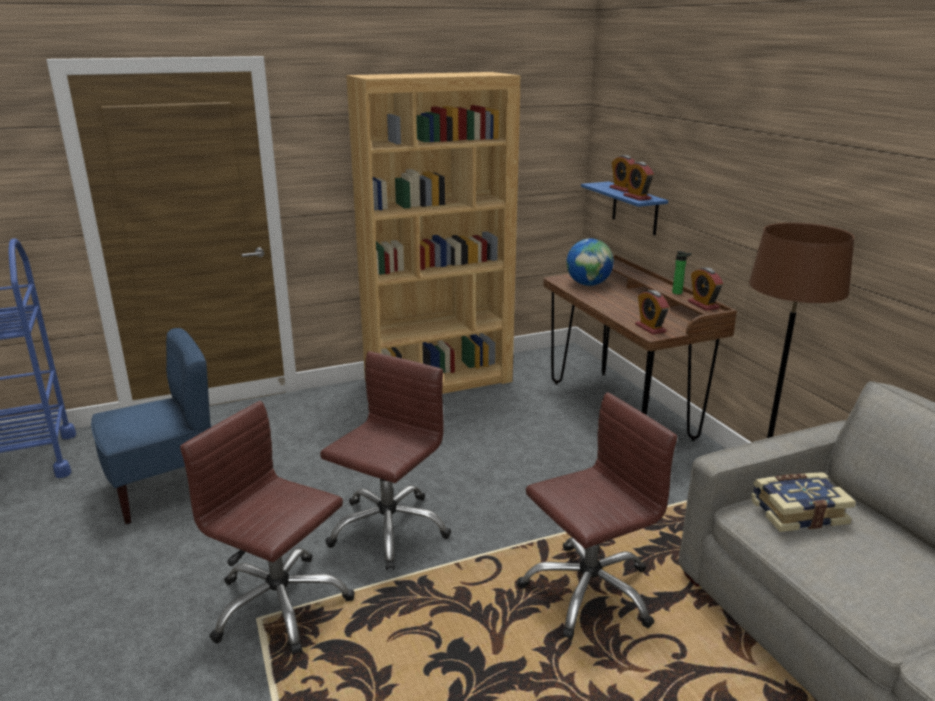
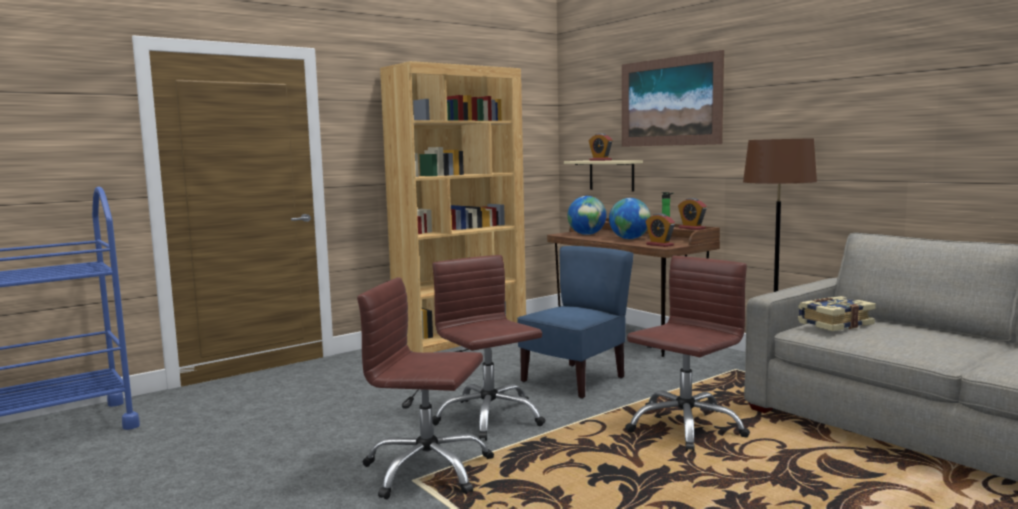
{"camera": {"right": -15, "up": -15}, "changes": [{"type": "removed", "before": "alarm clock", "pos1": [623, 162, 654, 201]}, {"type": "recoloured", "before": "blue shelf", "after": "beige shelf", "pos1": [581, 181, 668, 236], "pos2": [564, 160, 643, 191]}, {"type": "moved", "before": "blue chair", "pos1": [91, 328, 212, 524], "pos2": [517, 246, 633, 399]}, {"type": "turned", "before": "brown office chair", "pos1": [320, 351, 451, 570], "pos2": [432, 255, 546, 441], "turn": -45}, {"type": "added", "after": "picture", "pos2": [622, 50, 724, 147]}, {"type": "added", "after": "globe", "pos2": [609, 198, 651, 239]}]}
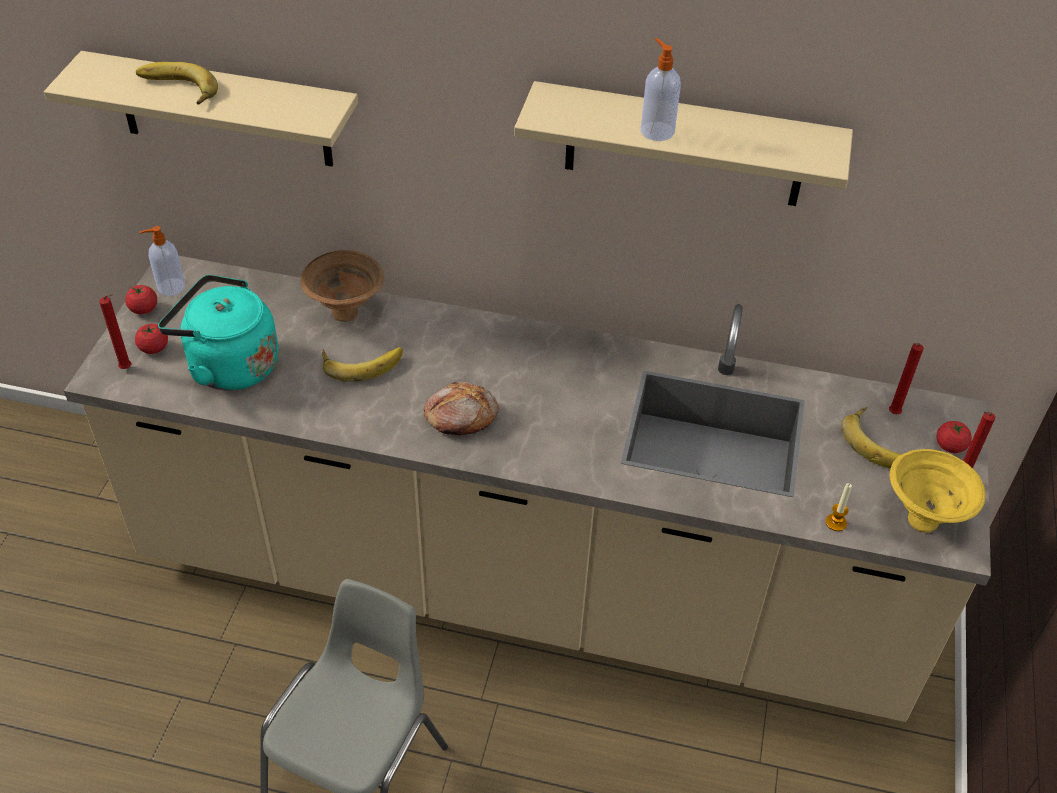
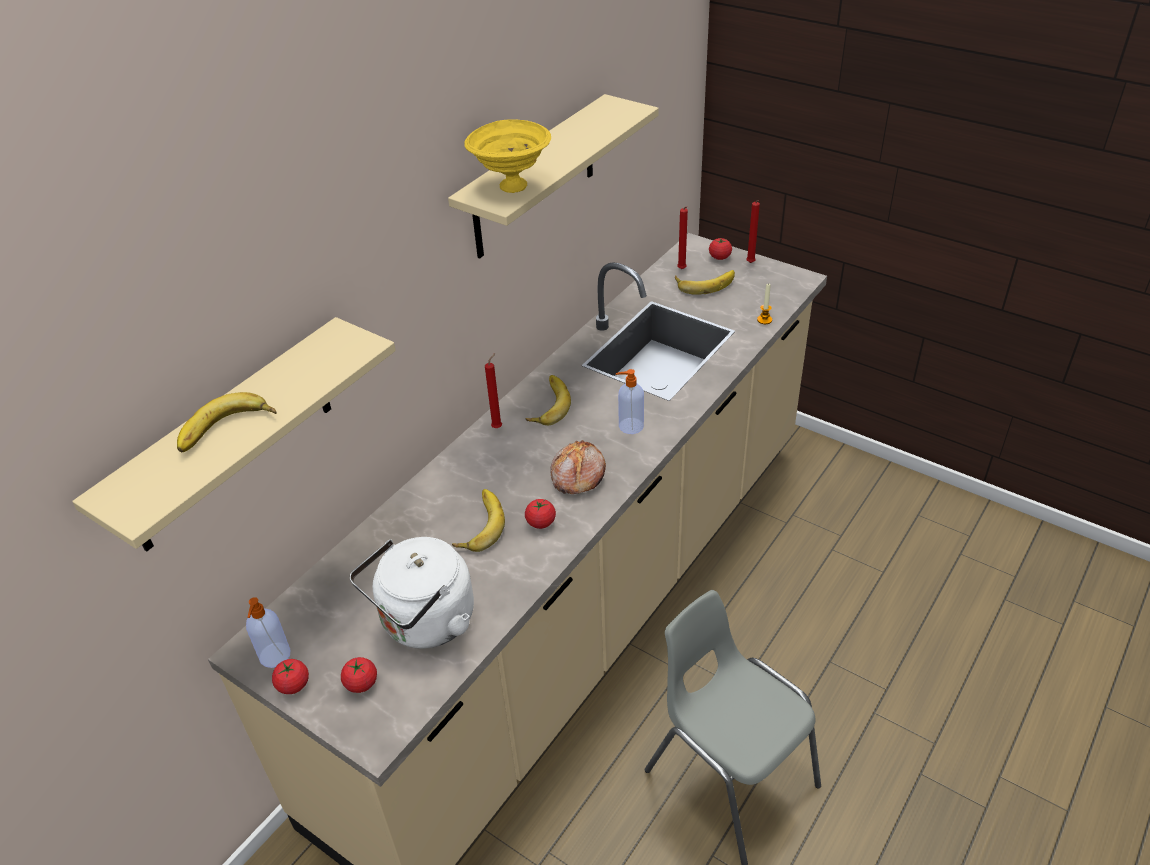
{"camera": {"right": -65, "up": -5}, "changes": [{"type": "moved", "before": "soap dispenser", "pos1": [641, 38, 681, 141], "pos2": [616, 369, 644, 434]}, {"type": "removed", "before": "brown bowl", "pos1": [300, 250, 384, 322]}, {"type": "recoloured", "before": "turquoise kettle", "after": "white kettle", "pos1": [158, 274, 279, 391], "pos2": [350, 537, 474, 648]}, {"type": "moved", "before": "red candle", "pos1": [99, 294, 131, 369], "pos2": [485, 353, 502, 428]}, {"type": "moved", "before": "yellow bowl", "pos1": [890, 449, 985, 532], "pos2": [464, 119, 551, 193]}, {"type": "added", "after": "banana", "pos2": [525, 375, 571, 425]}, {"type": "added", "after": "tomato", "pos2": [525, 499, 556, 529]}]}
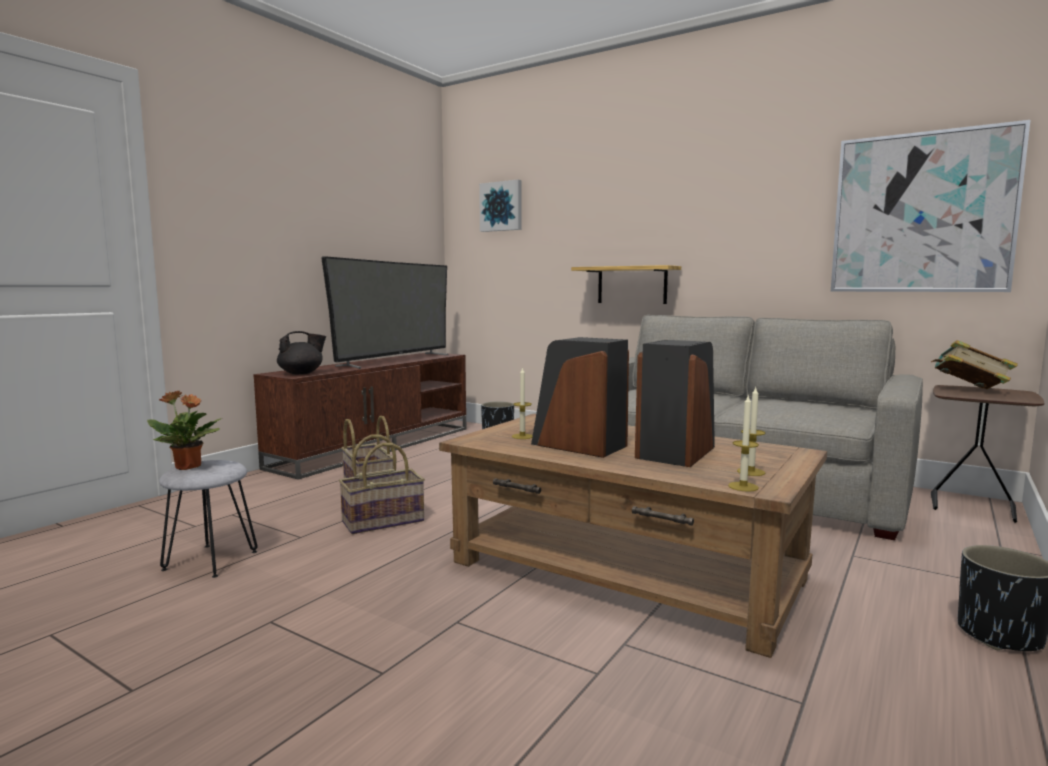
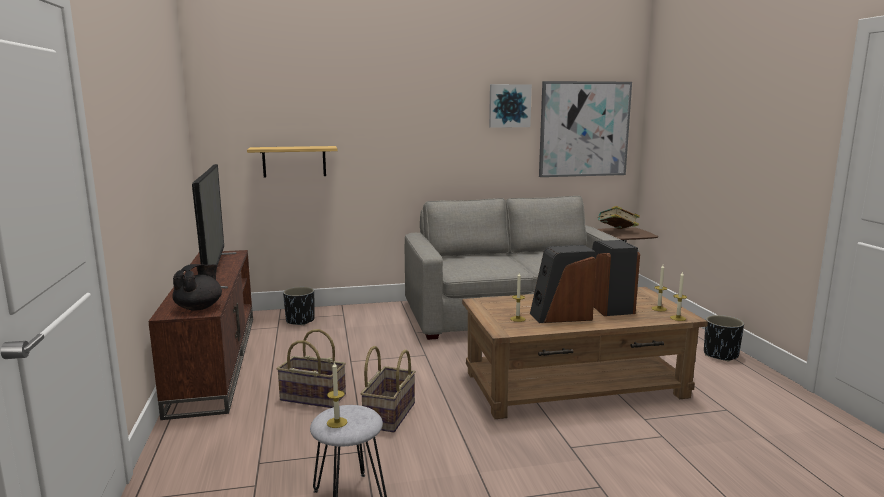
{"camera": {"right": -45, "up": 5}, "changes": [{"type": "moved", "before": "picture", "pos1": [479, 179, 522, 232], "pos2": [489, 84, 532, 128]}, {"type": "moved", "before": "shelf", "pos1": [571, 265, 681, 304], "pos2": [247, 146, 338, 178]}, {"type": "replaced", "before": "potted plant", "after": "candle", "pos1": [147, 391, 222, 470], "pos2": [327, 362, 347, 428]}]}
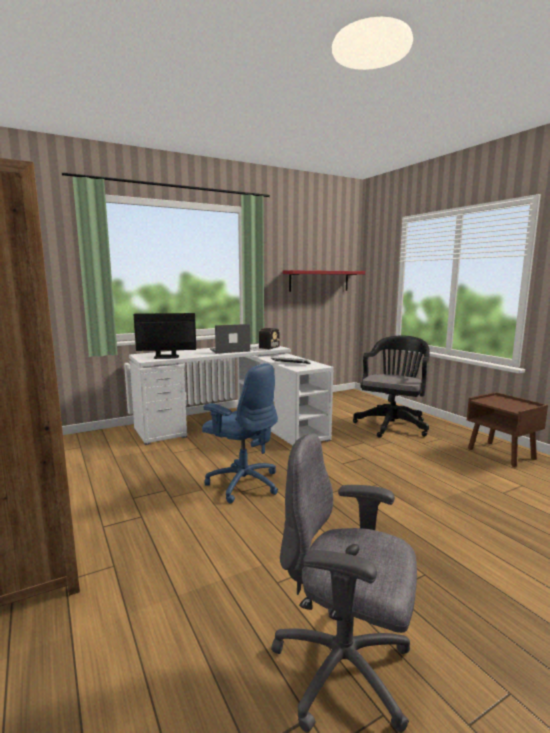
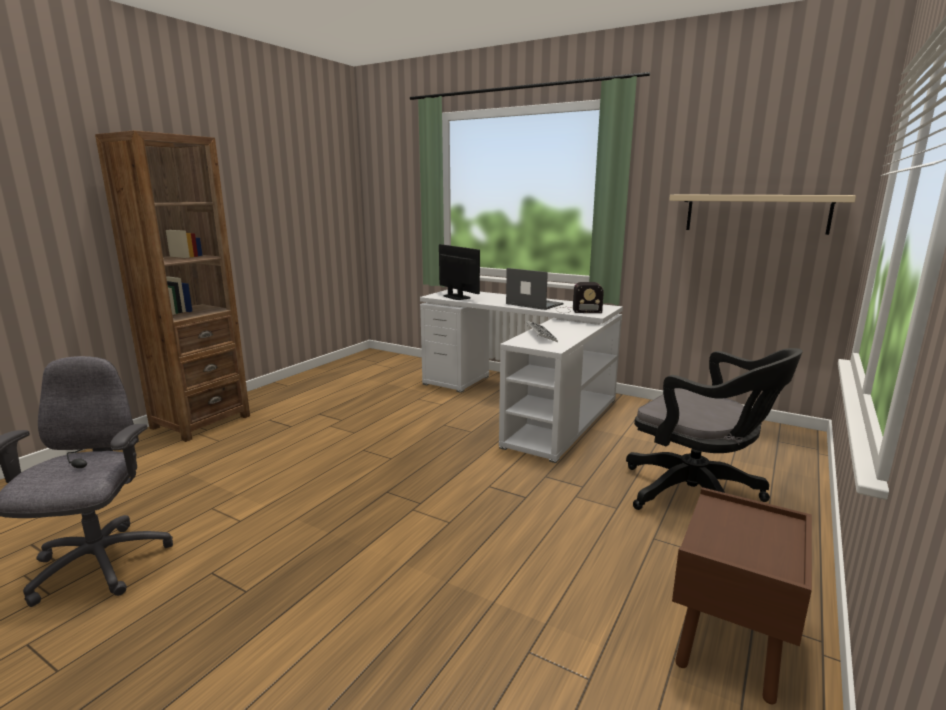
{"camera": {"right": 60, "up": 5}, "changes": [{"type": "recoloured", "before": "red shelf", "after": "beige shelf", "pos1": [283, 270, 365, 292], "pos2": [669, 195, 856, 235]}, {"type": "turned", "before": "black office chair", "pos1": [353, 335, 430, 438], "pos2": [626, 348, 803, 510], "turn": 45}, {"type": "removed", "before": "blue office chair", "pos1": [202, 363, 278, 503]}]}
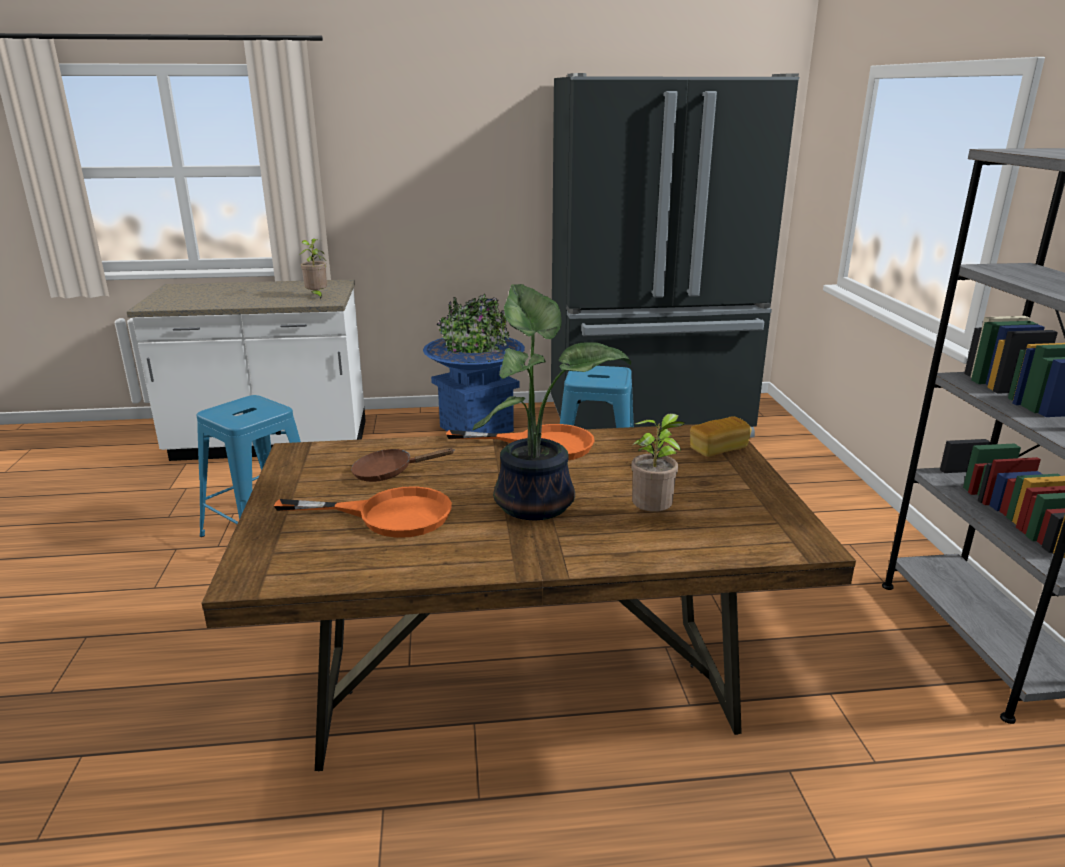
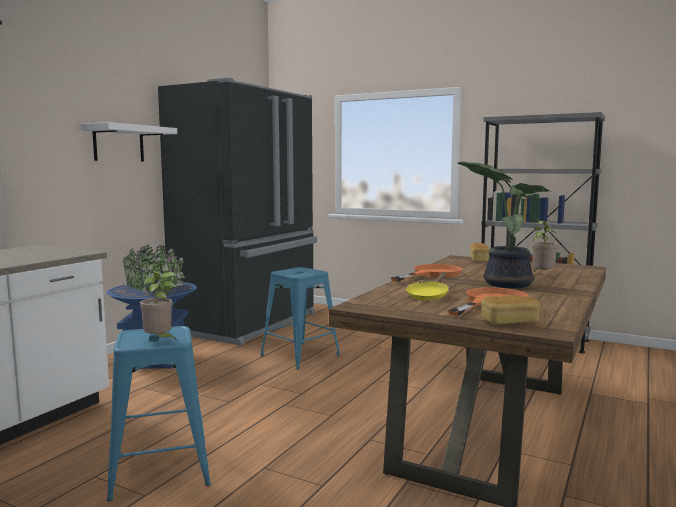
{"camera": {"right": -55, "up": -15}, "changes": [{"type": "moved", "before": "potted plant", "pos1": [299, 238, 327, 300], "pos2": [140, 271, 177, 341]}, {"type": "recoloured", "before": "brown frying pan", "after": "yellow frying pan", "pos1": [351, 448, 455, 482], "pos2": [406, 272, 449, 301]}, {"type": "added", "after": "white shelf", "pos2": [81, 122, 177, 161]}, {"type": "added", "after": "bread", "pos2": [481, 295, 540, 325]}]}
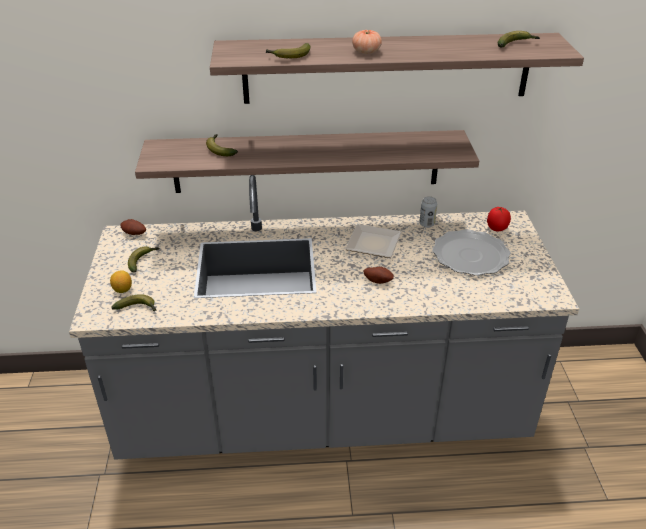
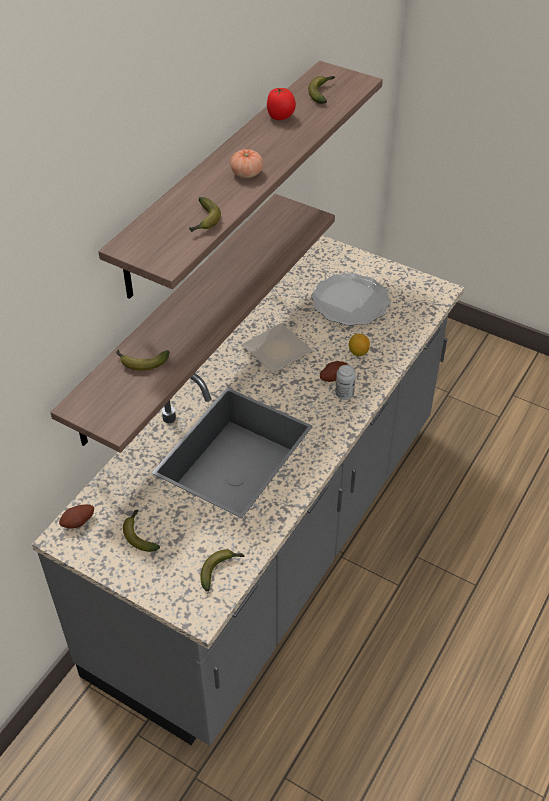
{"camera": {"right": -55, "up": 10}, "changes": [{"type": "moved", "before": "can", "pos1": [419, 196, 437, 228], "pos2": [335, 365, 356, 400]}, {"type": "moved", "before": "tomato", "pos1": [487, 207, 511, 231], "pos2": [267, 87, 296, 120]}, {"type": "moved", "before": "lemon", "pos1": [110, 270, 132, 293], "pos2": [349, 334, 370, 356]}]}
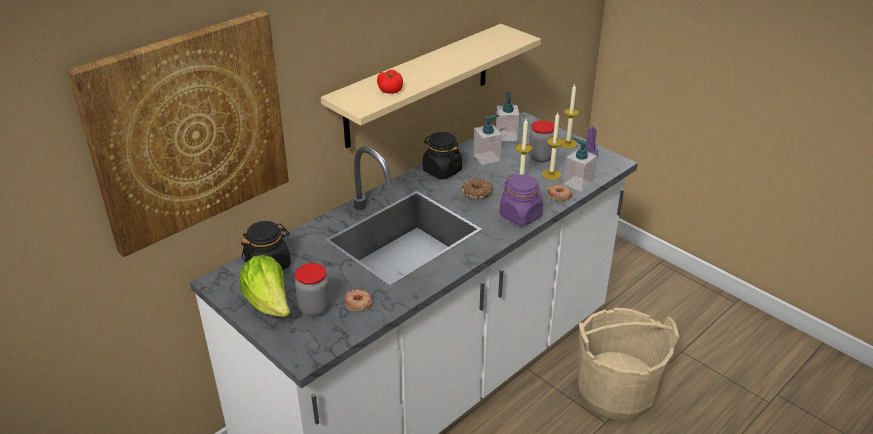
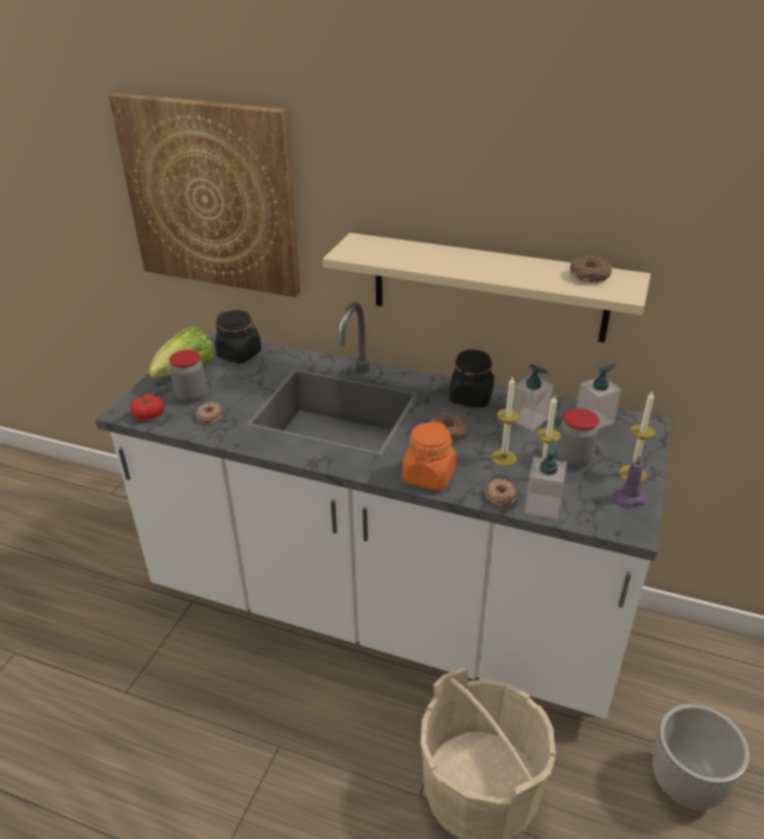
{"camera": {"right": 65, "up": 0}, "changes": [{"type": "moved", "before": "tomato", "pos1": [377, 70, 403, 94], "pos2": [130, 394, 164, 420]}, {"type": "recoloured", "before": "purple jar", "after": "orange jar", "pos1": [500, 174, 543, 226], "pos2": [402, 420, 456, 490]}, {"type": "added", "after": "donut", "pos2": [570, 256, 612, 282]}, {"type": "added", "after": "grey planter", "pos2": [653, 704, 750, 810]}]}
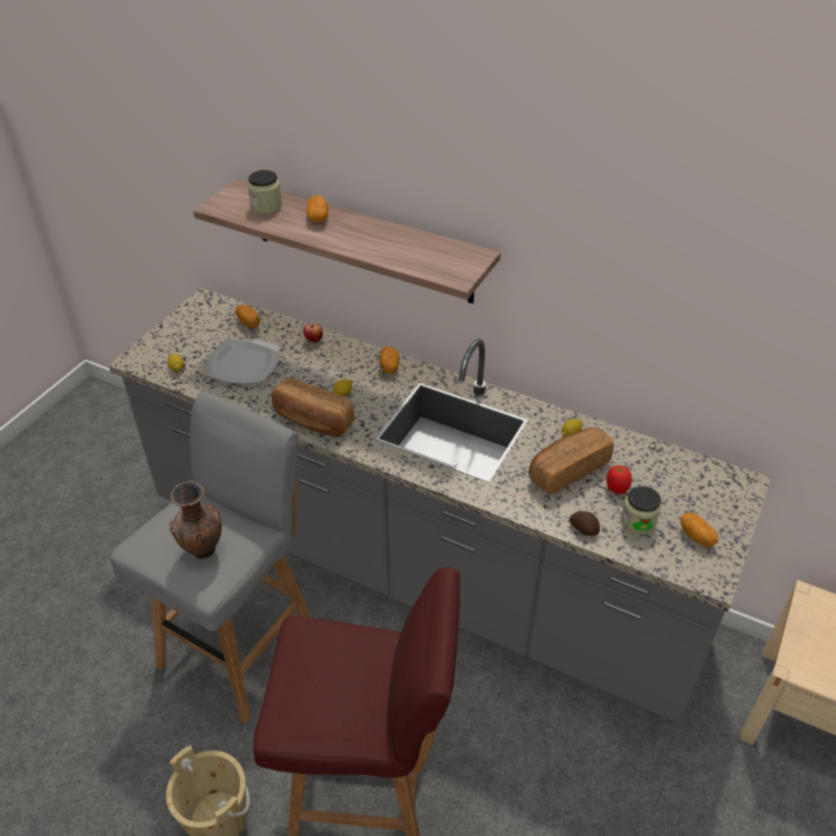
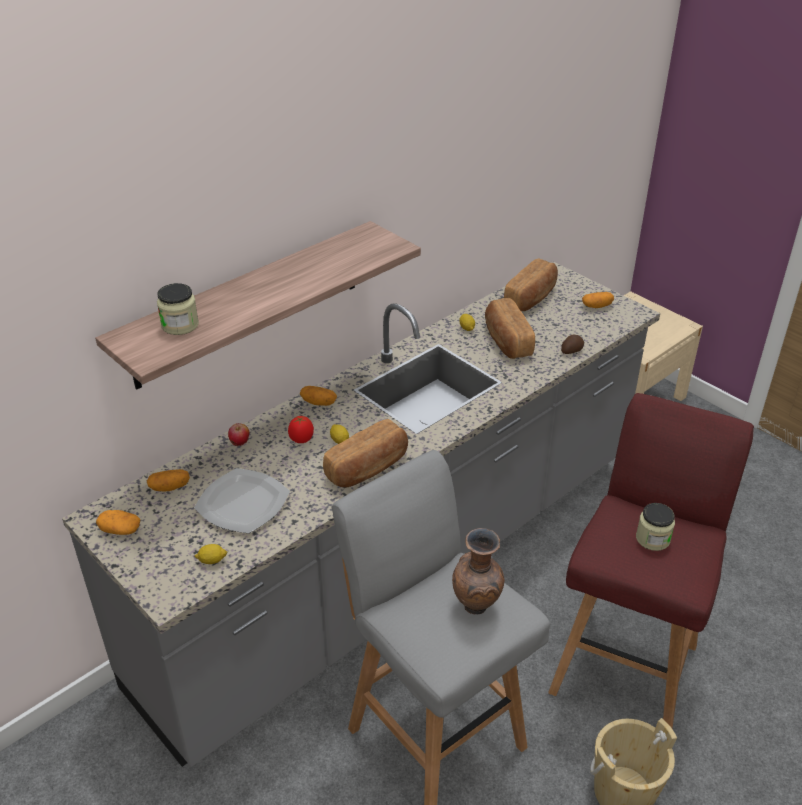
{"camera": {"right": -70, "up": -5}, "changes": [{"type": "moved", "before": "potato", "pos1": [306, 195, 328, 223], "pos2": [96, 510, 140, 535]}, {"type": "moved", "before": "tomato", "pos1": [606, 466, 632, 494], "pos2": [288, 416, 314, 443]}, {"type": "moved", "before": "jar", "pos1": [621, 486, 661, 535], "pos2": [636, 503, 675, 551]}, {"type": "added", "after": "bread", "pos2": [504, 258, 558, 311]}]}
